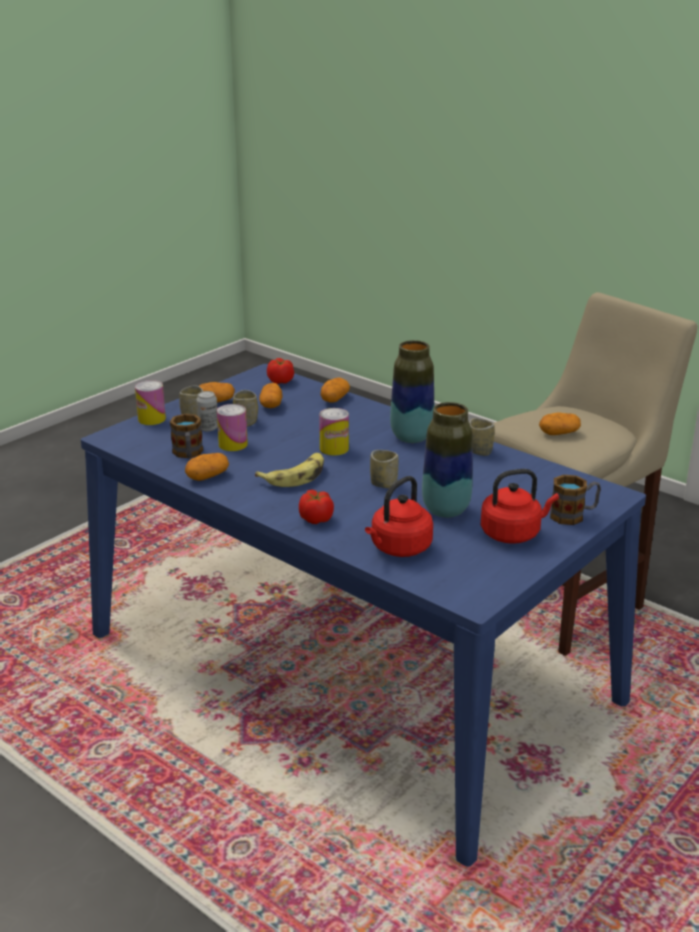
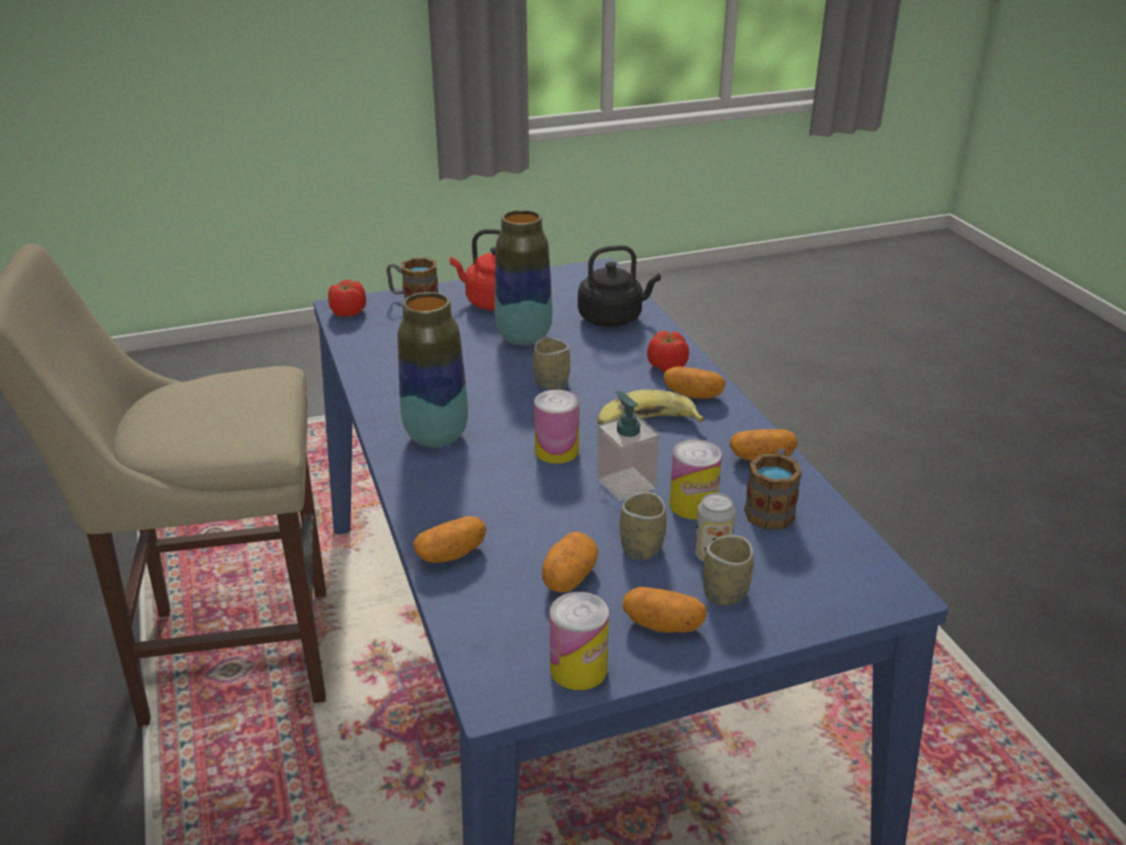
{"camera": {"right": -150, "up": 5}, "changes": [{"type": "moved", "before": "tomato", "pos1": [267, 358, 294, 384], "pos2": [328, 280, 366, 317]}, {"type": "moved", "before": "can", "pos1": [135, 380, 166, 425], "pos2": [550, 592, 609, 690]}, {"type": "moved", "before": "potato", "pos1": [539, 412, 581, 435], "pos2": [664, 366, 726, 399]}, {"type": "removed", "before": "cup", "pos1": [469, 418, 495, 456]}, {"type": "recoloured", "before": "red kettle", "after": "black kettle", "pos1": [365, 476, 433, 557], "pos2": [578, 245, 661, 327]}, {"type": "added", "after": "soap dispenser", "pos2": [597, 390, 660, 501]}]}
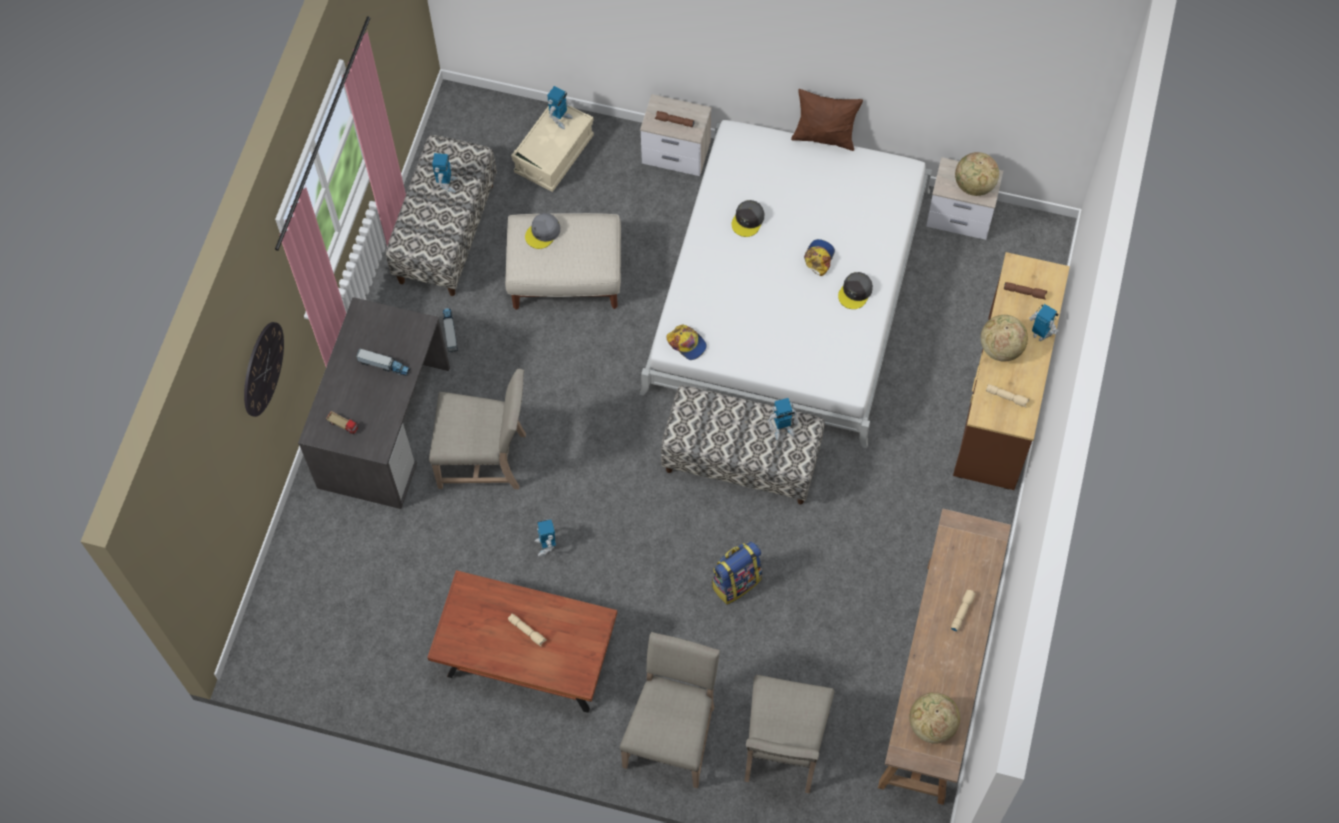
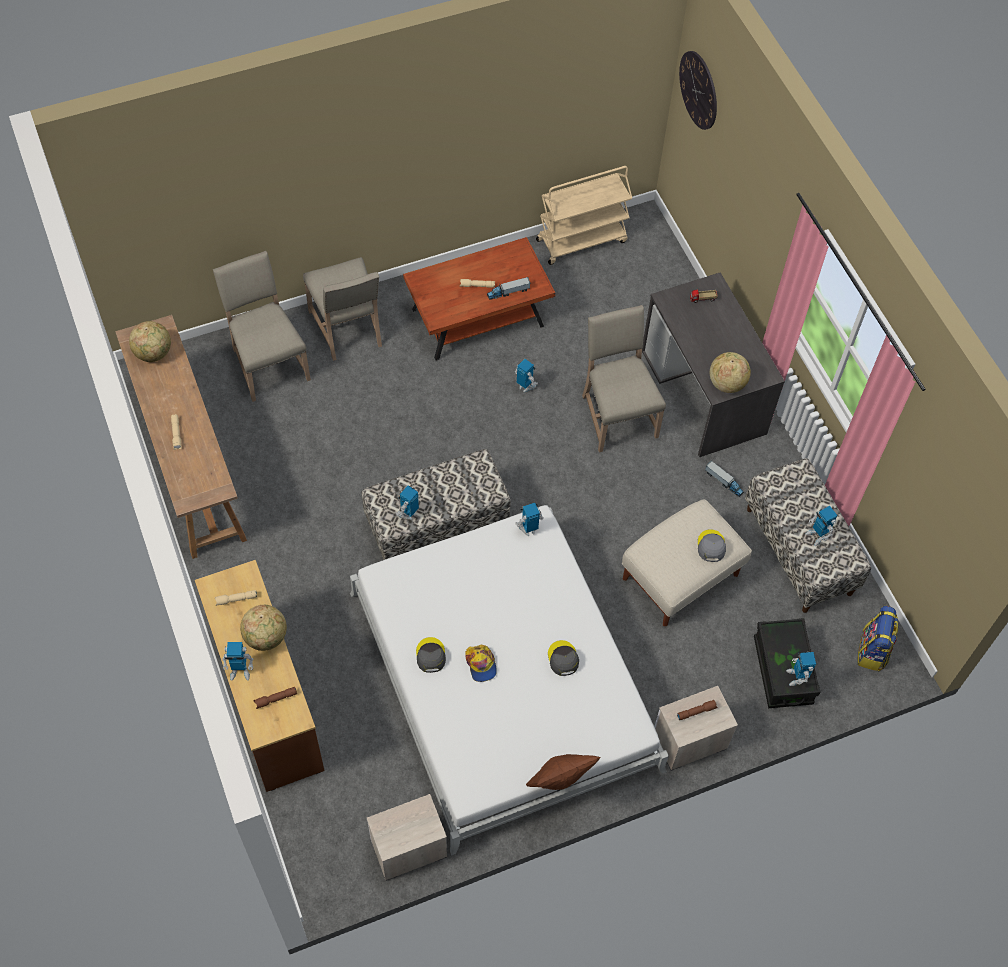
{"camera": {"right": 140, "up": -5}, "changes": [{"type": "recoloured", "before": "beige storage box", "after": "black storage box", "pos1": [511, 105, 594, 192], "pos2": [754, 618, 820, 708]}, {"type": "moved", "before": "globe", "pos1": [955, 152, 999, 196], "pos2": [710, 352, 751, 393]}, {"type": "moved", "before": "wall clock", "pos1": [244, 322, 284, 417], "pos2": [679, 51, 717, 130]}, {"type": "replaced", "before": "cap", "after": "toy robot", "pos1": [667, 324, 707, 360], "pos2": [515, 503, 544, 536]}, {"type": "moved", "before": "toy truck", "pos1": [356, 349, 410, 376], "pos2": [487, 277, 530, 300]}, {"type": "turned", "before": "beige chair", "pos1": [429, 369, 526, 489], "pos2": [582, 305, 666, 453], "turn": 105}, {"type": "moved", "before": "backpack", "pos1": [712, 542, 762, 605], "pos2": [857, 606, 899, 671]}, {"type": "added", "after": "beige cart", "pos2": [536, 166, 632, 265]}]}
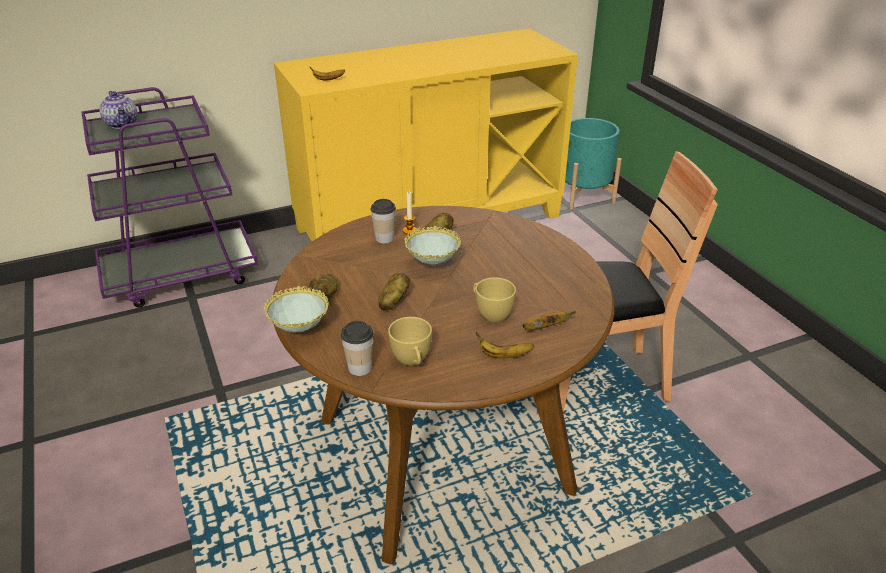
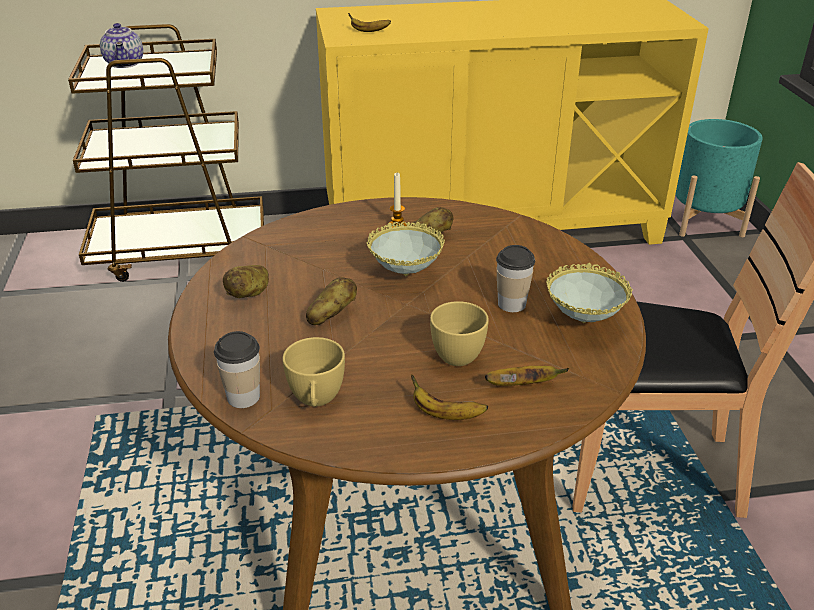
{"camera": {"right": 15, "up": 0}, "changes": [{"type": "recoloured", "before": "purple cart", "after": "brown cart", "pos1": [81, 87, 258, 308], "pos2": [68, 24, 264, 282]}, {"type": "moved", "before": "cup", "pos1": [371, 199, 396, 243], "pos2": [496, 245, 535, 312]}, {"type": "moved", "before": "bowl", "pos1": [264, 286, 329, 333], "pos2": [546, 263, 633, 323]}]}
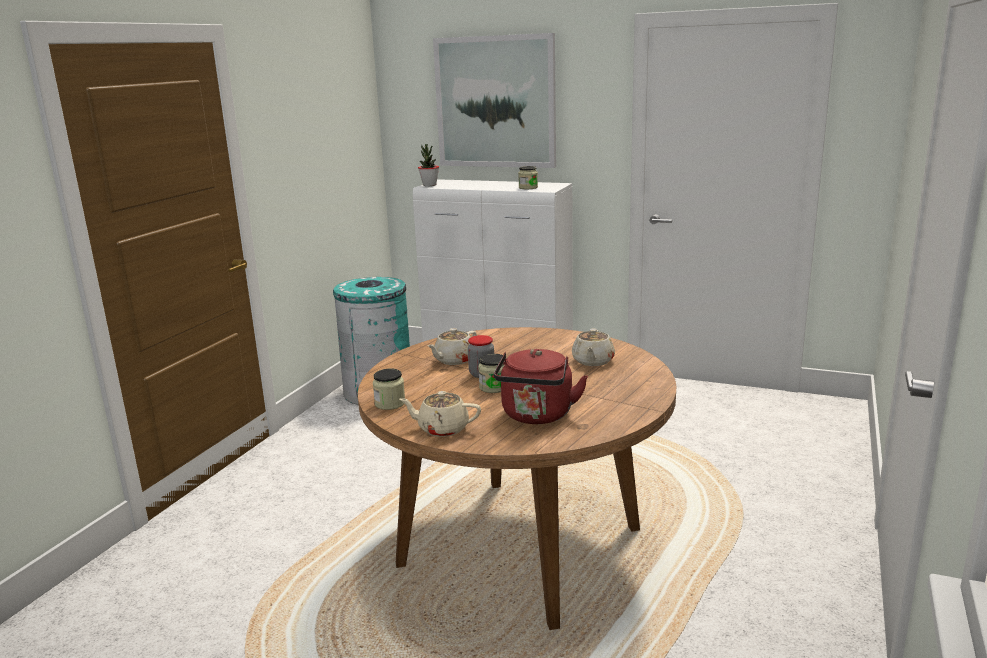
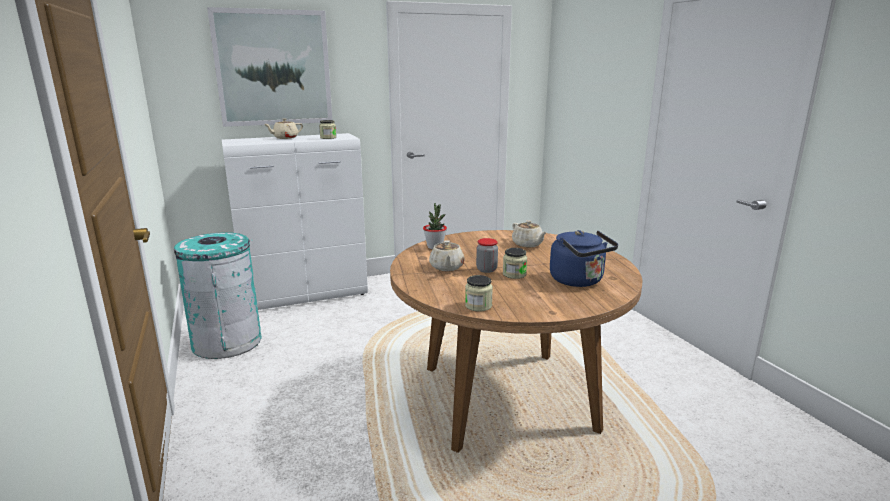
{"camera": {"right": -45, "up": 0}, "changes": [{"type": "moved", "before": "potted plant", "pos1": [418, 144, 439, 186], "pos2": [423, 203, 447, 249]}, {"type": "recoloured", "before": "red kettle", "after": "blue kettle", "pos1": [494, 349, 588, 424], "pos2": [550, 230, 618, 287]}, {"type": "moved", "before": "beige teapot", "pos1": [399, 391, 481, 437], "pos2": [264, 118, 303, 139]}]}
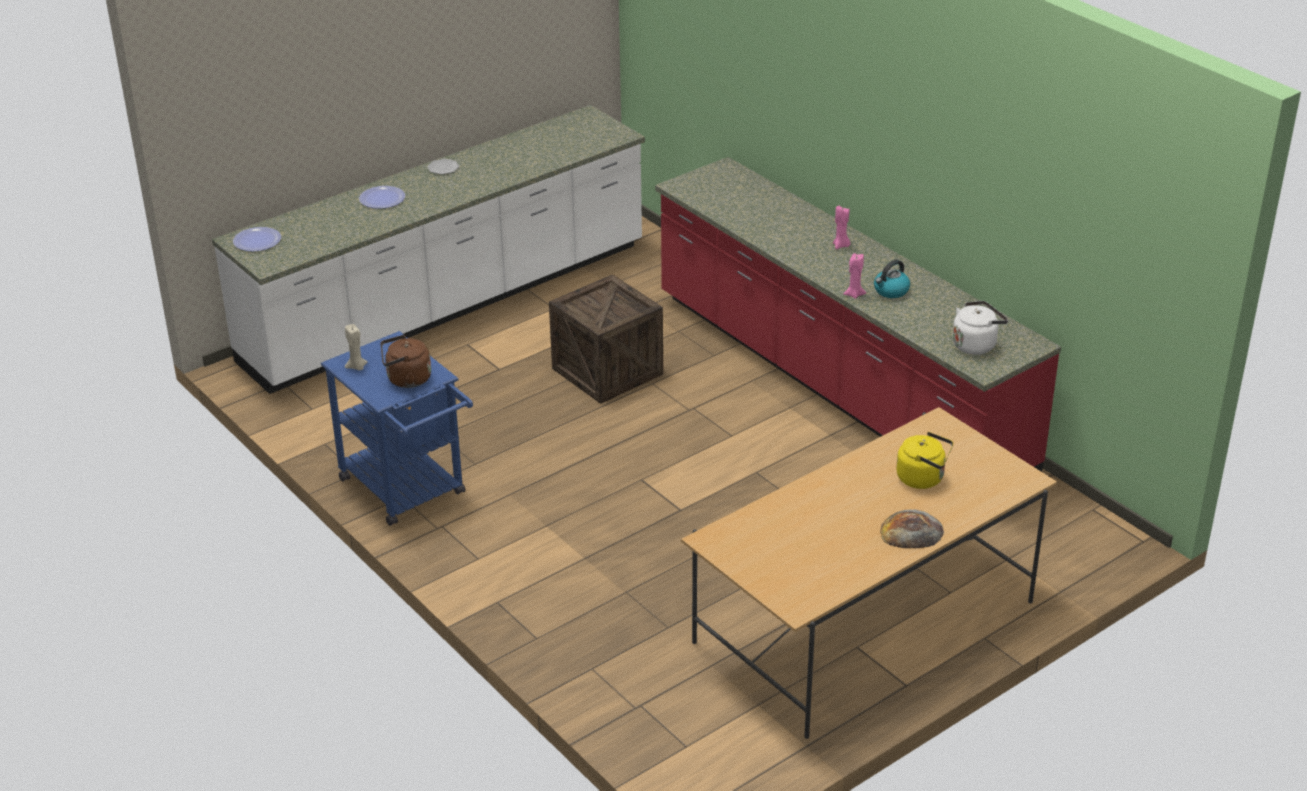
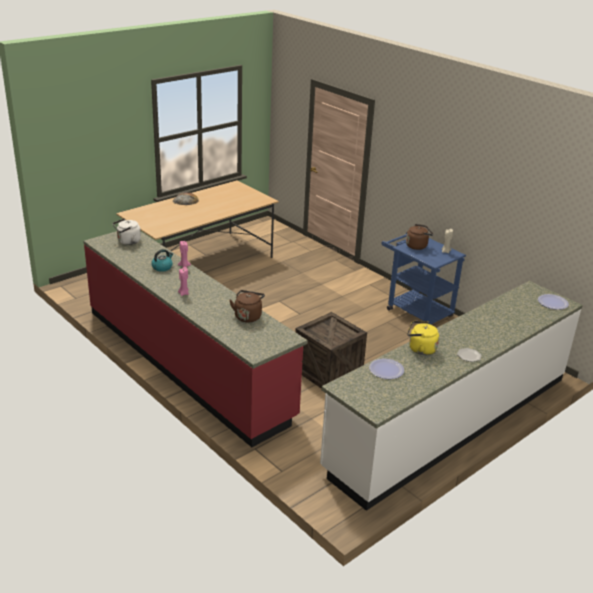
{"camera": {"right": 175, "up": -5}, "changes": [{"type": "moved", "before": "plate", "pos1": [359, 186, 405, 209], "pos2": [369, 358, 404, 379]}, {"type": "moved", "before": "yellow kettle", "pos1": [896, 432, 953, 489], "pos2": [407, 321, 439, 355]}, {"type": "added", "after": "brown kettle", "pos2": [229, 290, 265, 322]}]}
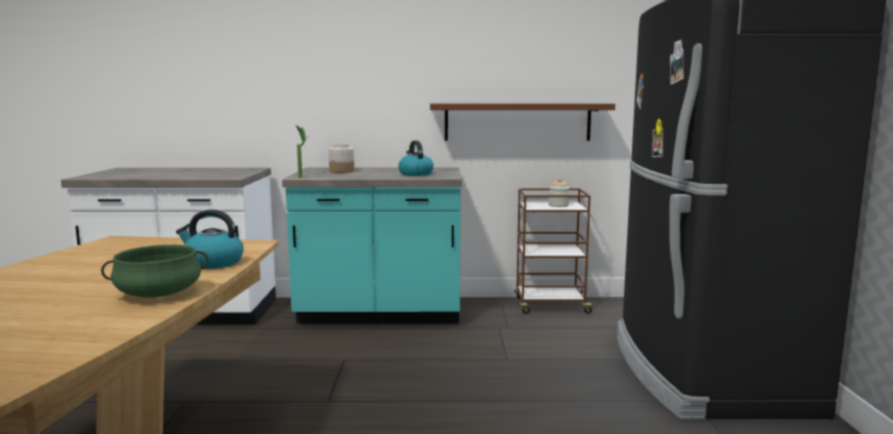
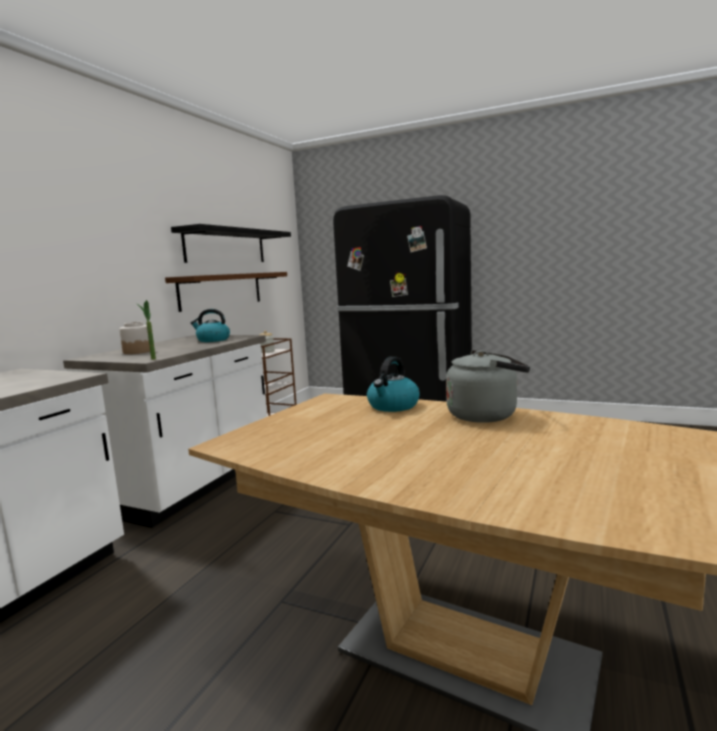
{"camera": {"right": -65, "up": 0}, "changes": [{"type": "recoloured", "before": "turquoise counter", "after": "white counter", "pos1": [282, 167, 462, 324], "pos2": [63, 335, 267, 528]}, {"type": "replaced", "before": "green cooking pot", "after": "grey kettle", "pos1": [101, 245, 209, 297], "pos2": [446, 350, 530, 423]}, {"type": "added", "after": "black shelf", "pos2": [171, 224, 291, 263]}]}
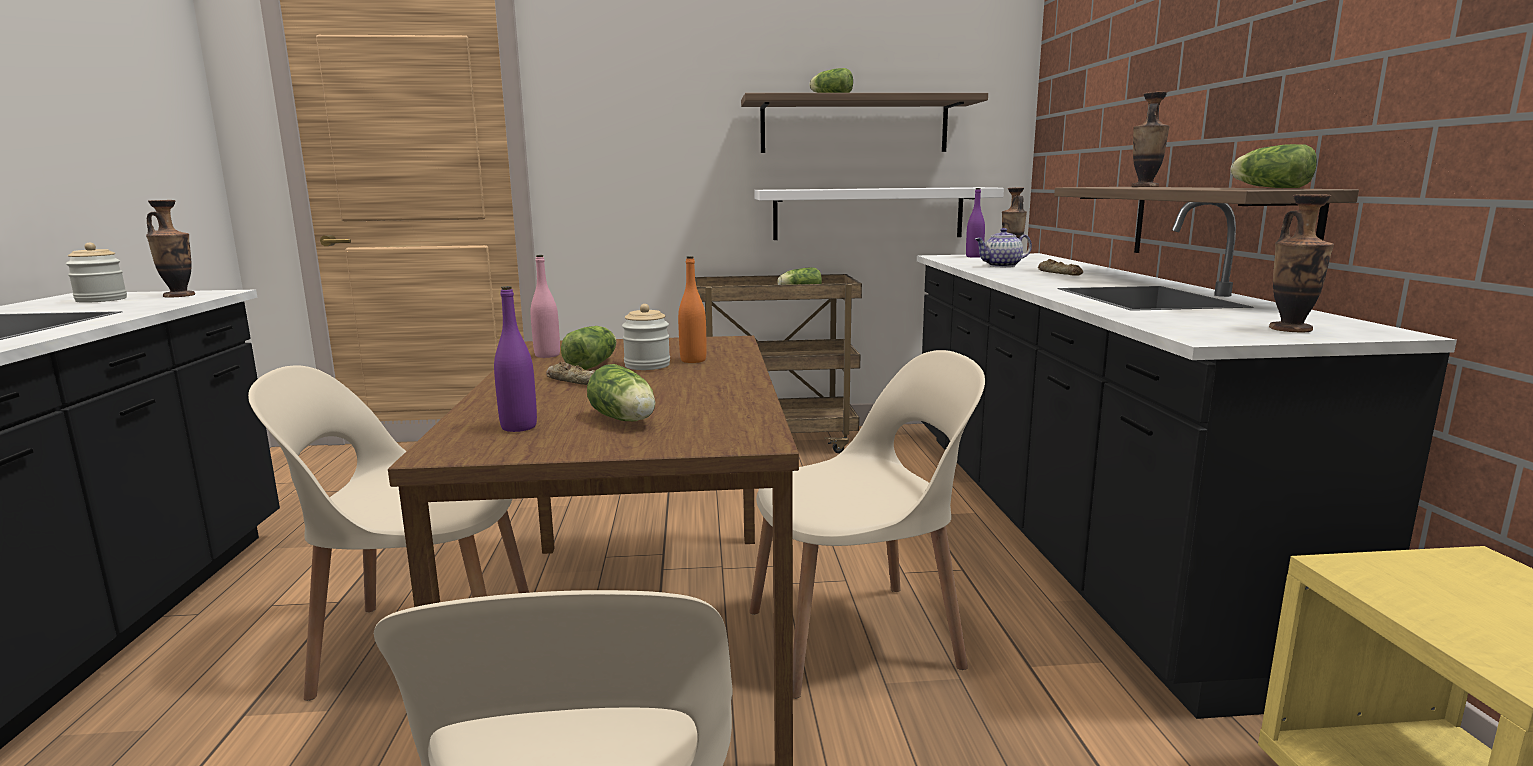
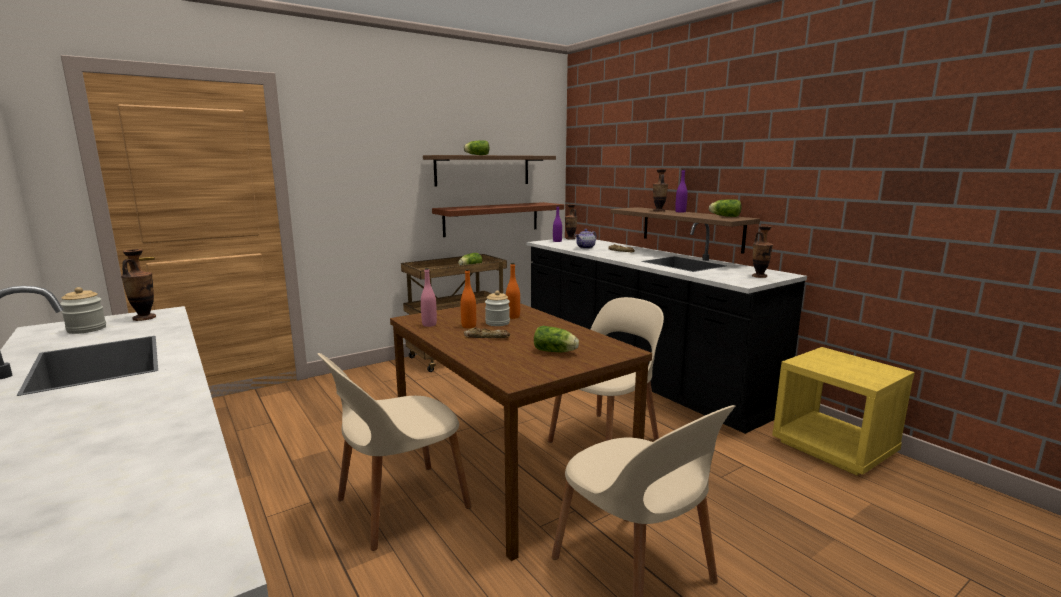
{"camera": {"right": -30, "up": 0}, "changes": [{"type": "recoloured", "before": "white shelf", "after": "brown shelf", "pos1": [754, 187, 1004, 240], "pos2": [432, 202, 564, 237]}, {"type": "moved", "before": "purple bottle", "pos1": [494, 286, 537, 432], "pos2": [675, 169, 688, 213]}, {"type": "replaced", "before": "lettuce", "after": "orange bottle", "pos1": [561, 326, 617, 370], "pos2": [461, 269, 476, 328]}]}
